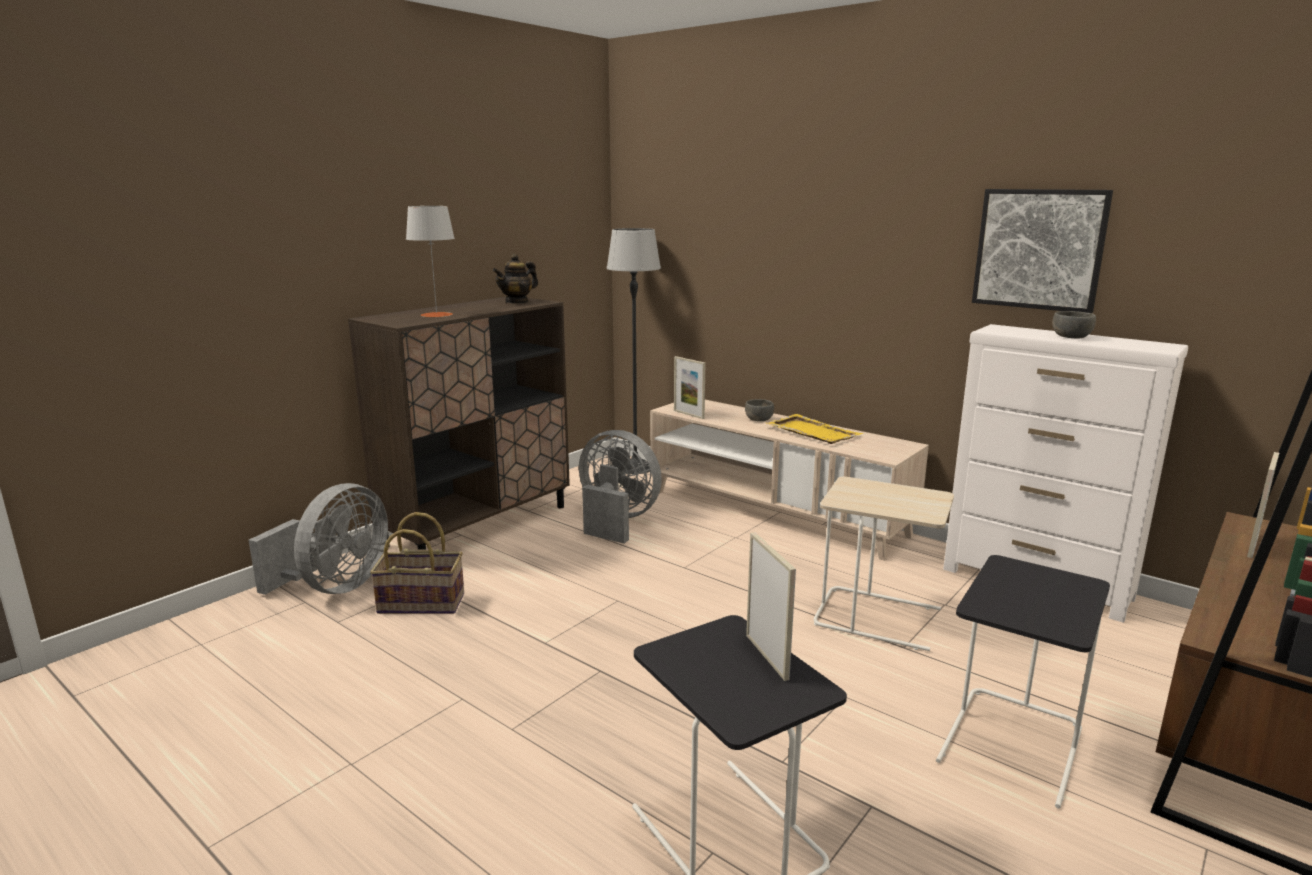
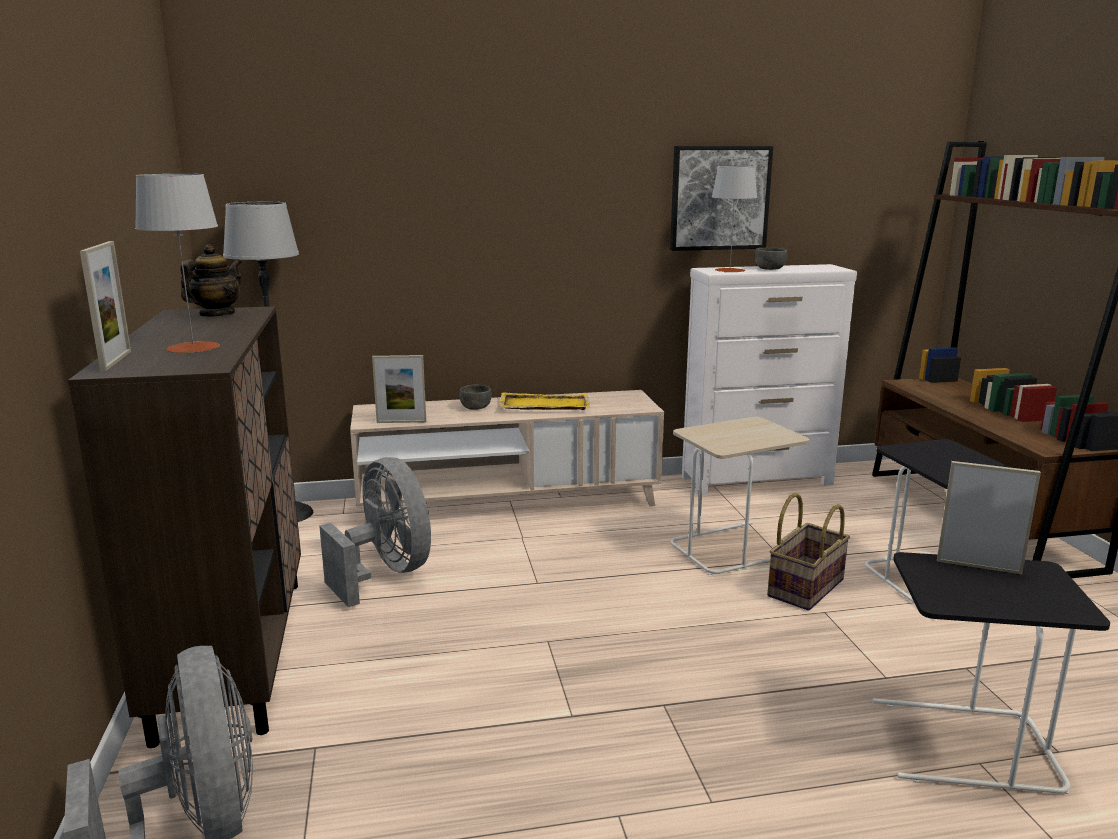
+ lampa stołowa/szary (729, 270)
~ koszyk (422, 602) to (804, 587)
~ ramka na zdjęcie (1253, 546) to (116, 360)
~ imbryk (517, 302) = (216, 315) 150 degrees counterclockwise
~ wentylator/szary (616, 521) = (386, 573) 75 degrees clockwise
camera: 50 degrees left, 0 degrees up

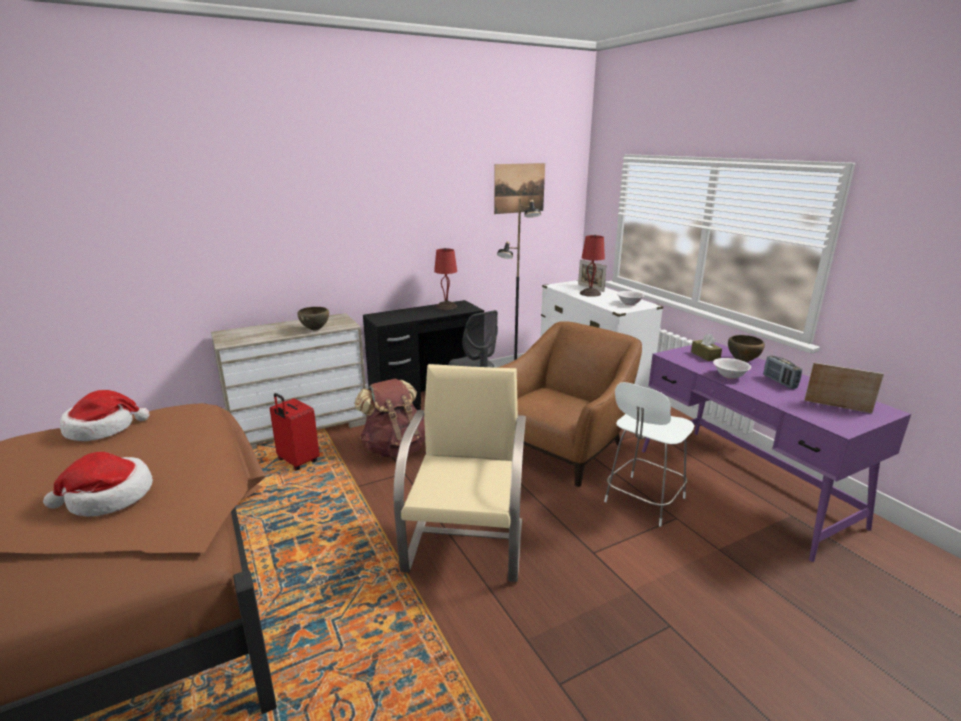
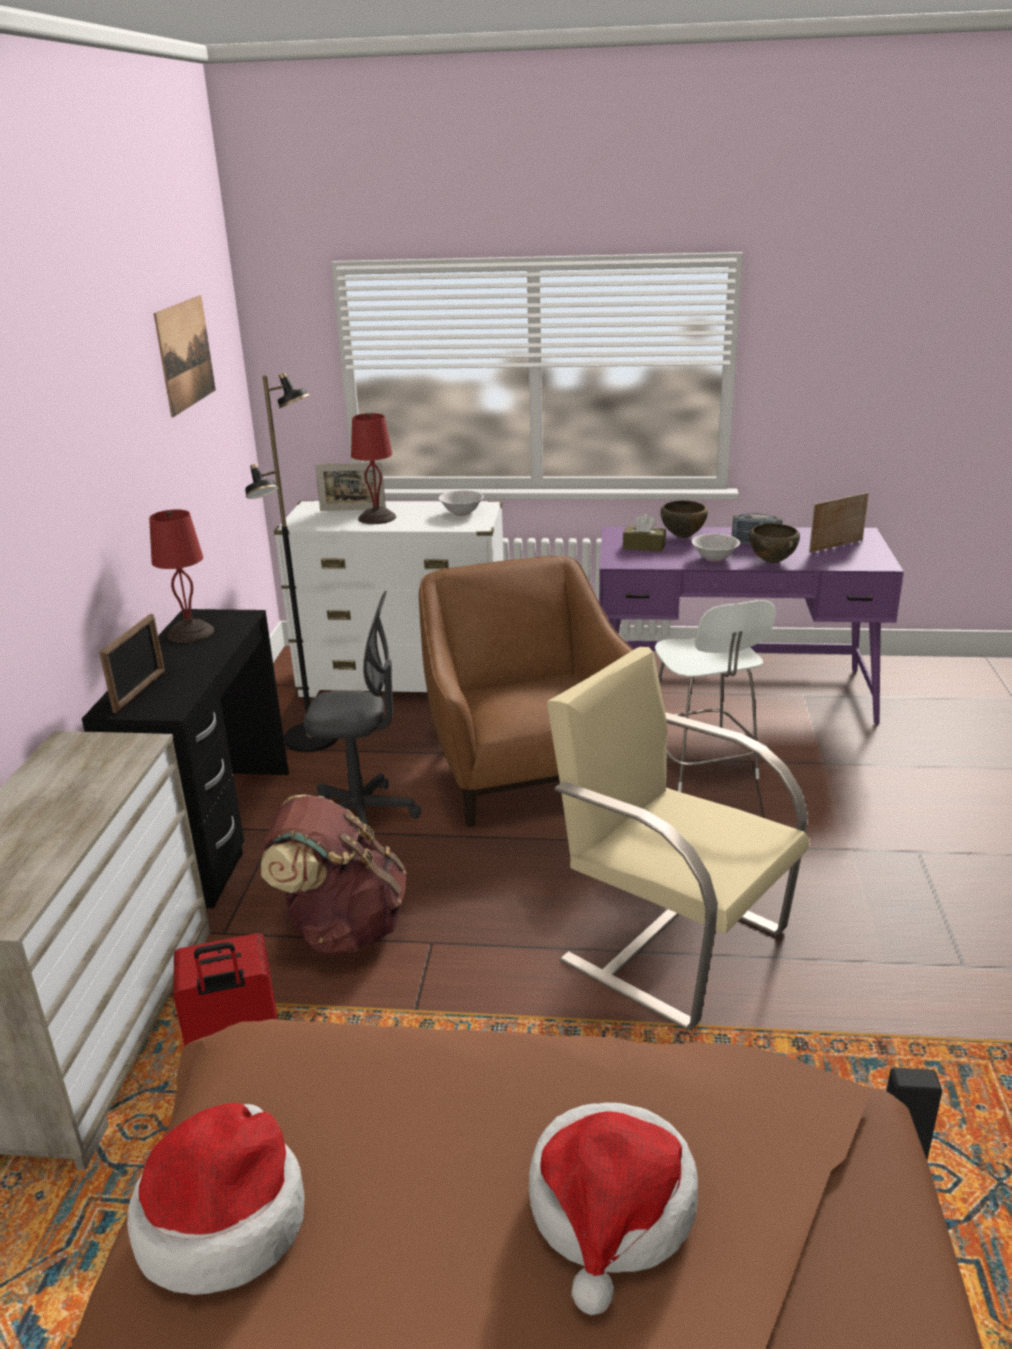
+ ramka na zdjęcie (140, 691)
~ miska/brązowy (315, 329) to (771, 562)
camera: 55 degrees left, 5 degrees up

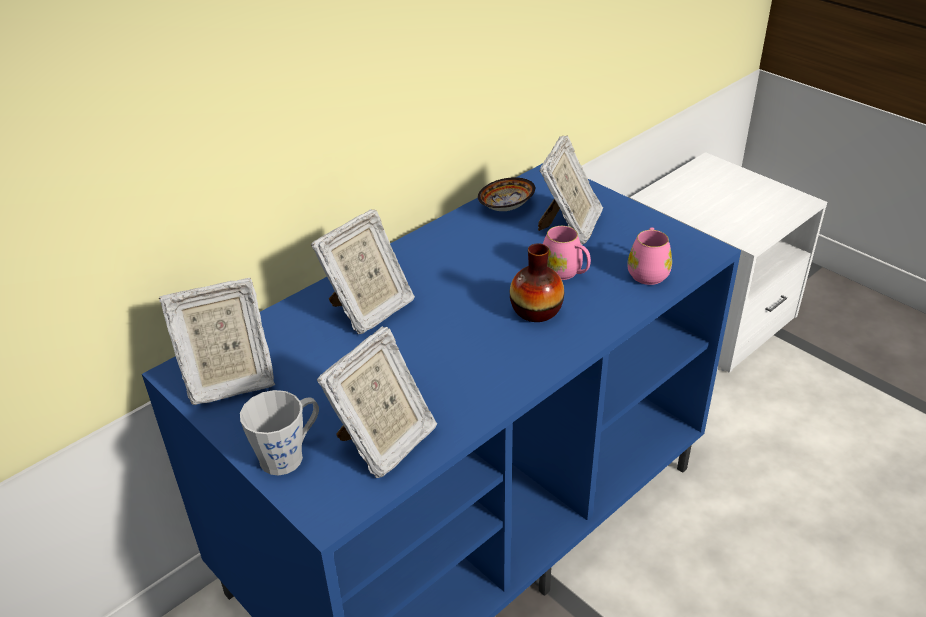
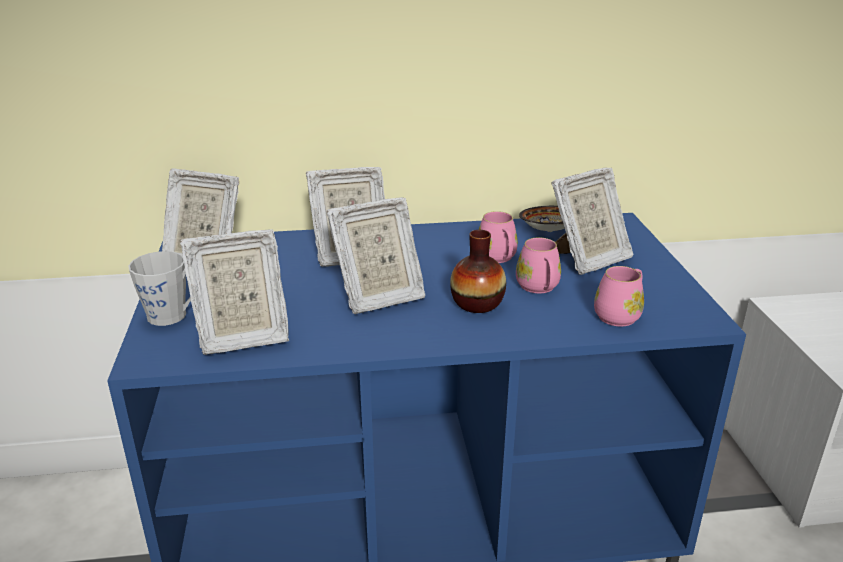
+ ramka na zdjęcie (378, 297)
+ kubek/różowy (498, 258)
camera: 35 degrees right, 10 degrees down

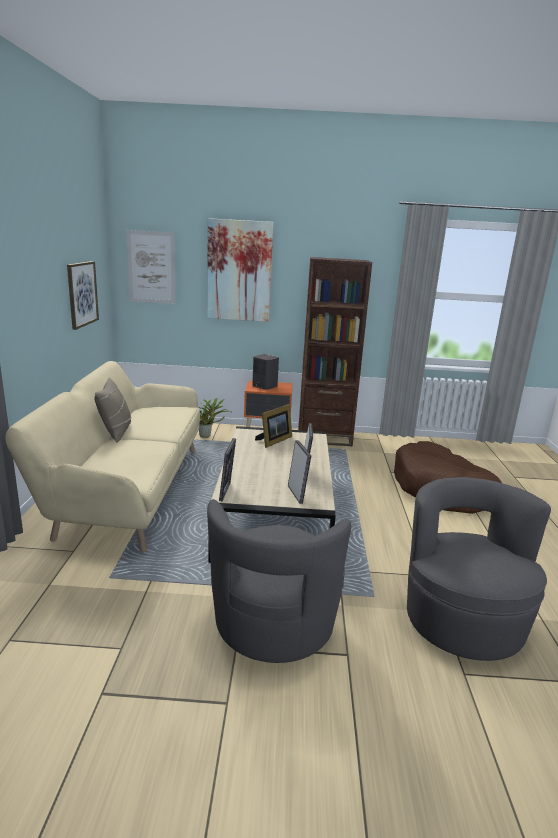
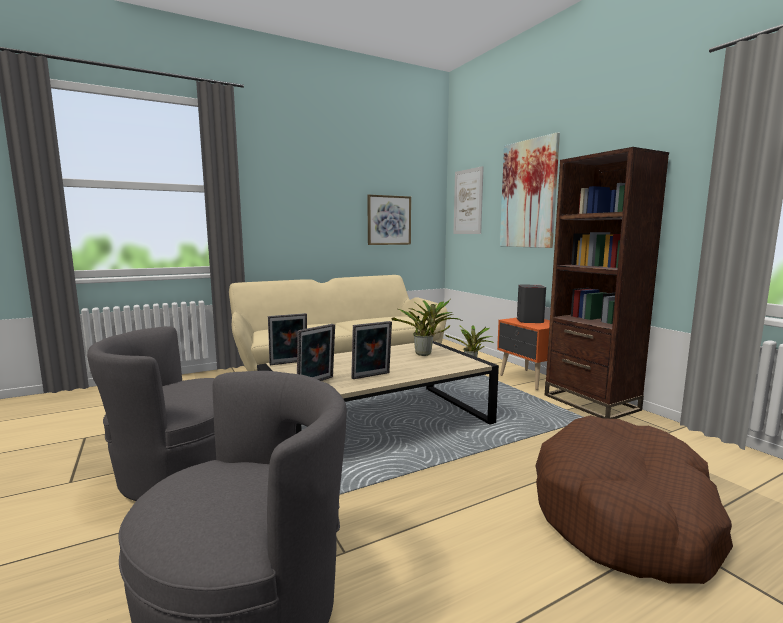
- poduszka/beżowy (116, 432)
~ ramka na zdjęcie (274, 441) to roślina doniczkowa (425, 354)
camera: 60 degrees right, 10 degrees down

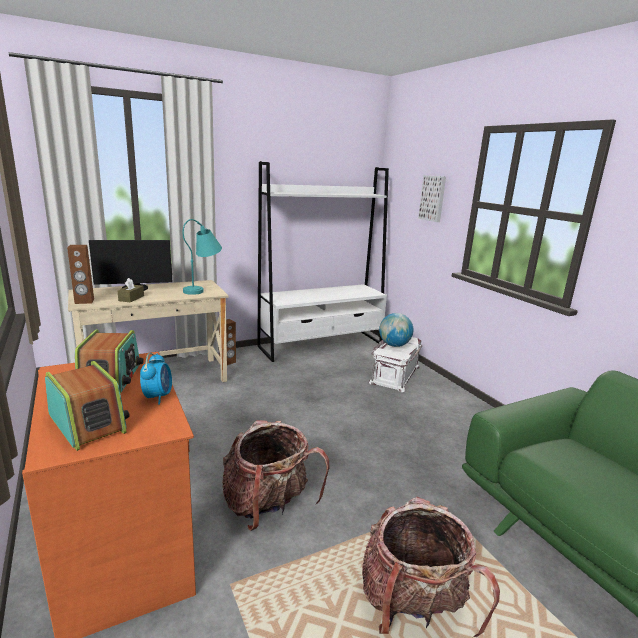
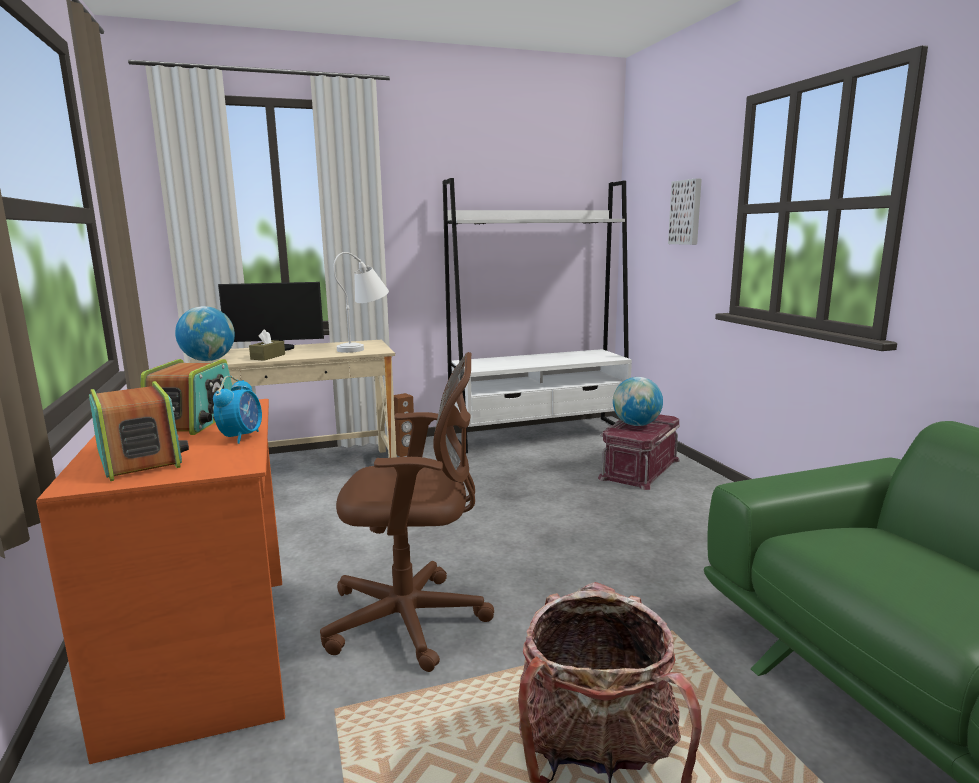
~ głośnik/brązowy (84, 301) to globus (208, 360)
~ plecak (268, 506) to krzesło biurowe/brązowy (413, 620)
~ lampa stołowa/turkusowy (203, 289) to lampa stołowa/biały (365, 347)
~ pojemnik do przechowywania/biały (394, 374) to pojemnik do przechowywania/czerwony (638, 469)
camera: 10 degrees right, 5 degrees down

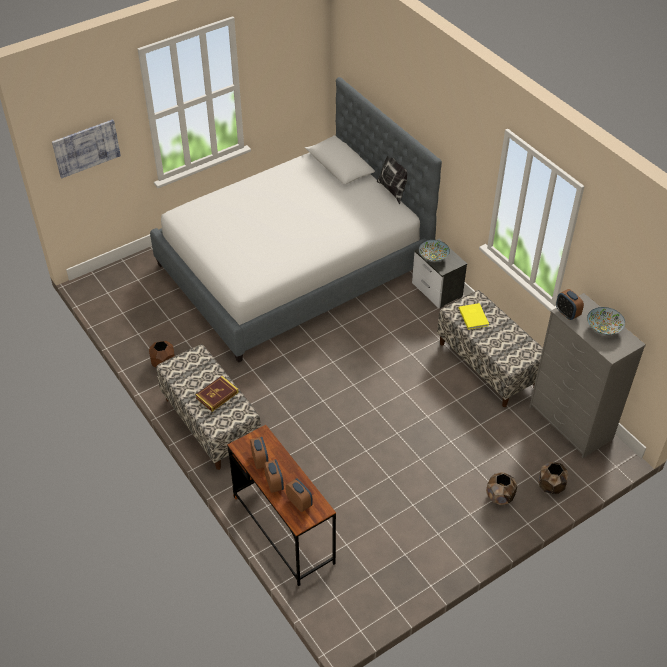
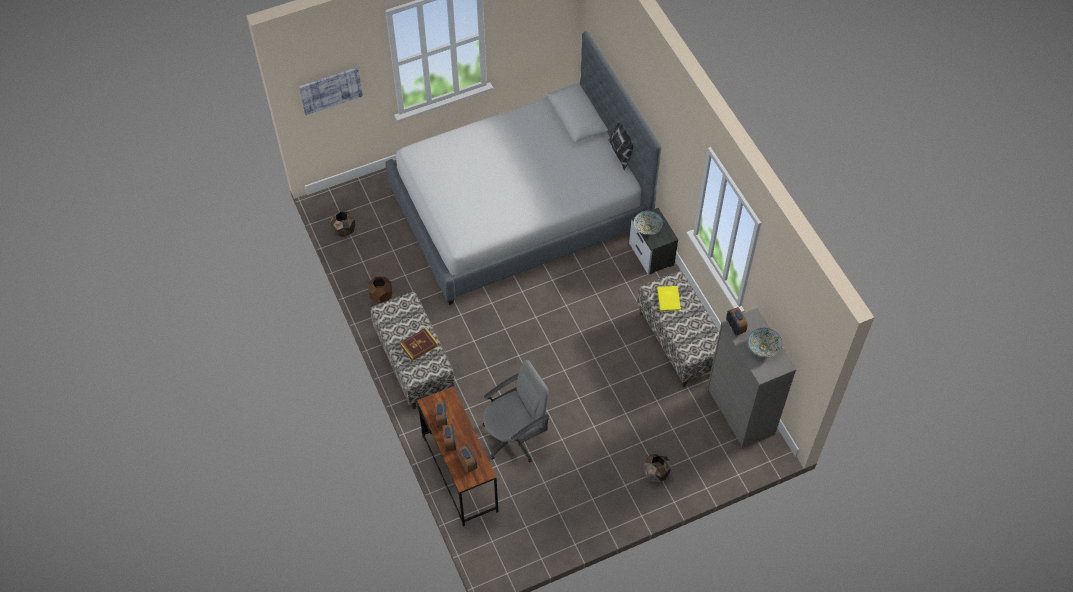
+ krzesło biurowe/szary (515, 436)
~ donica/brązowy (550, 486) to (344, 230)
camera: 10 degrees right, 10 degrees up

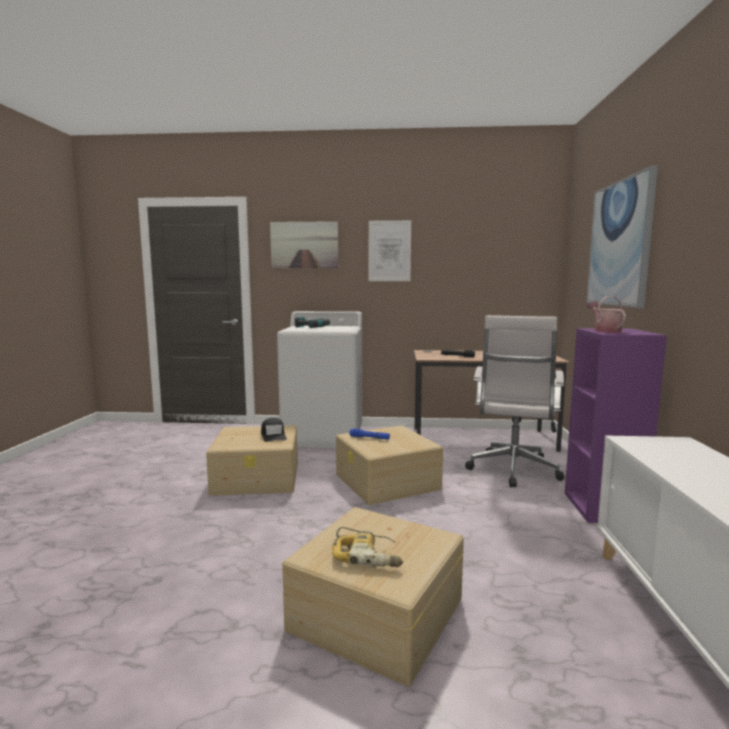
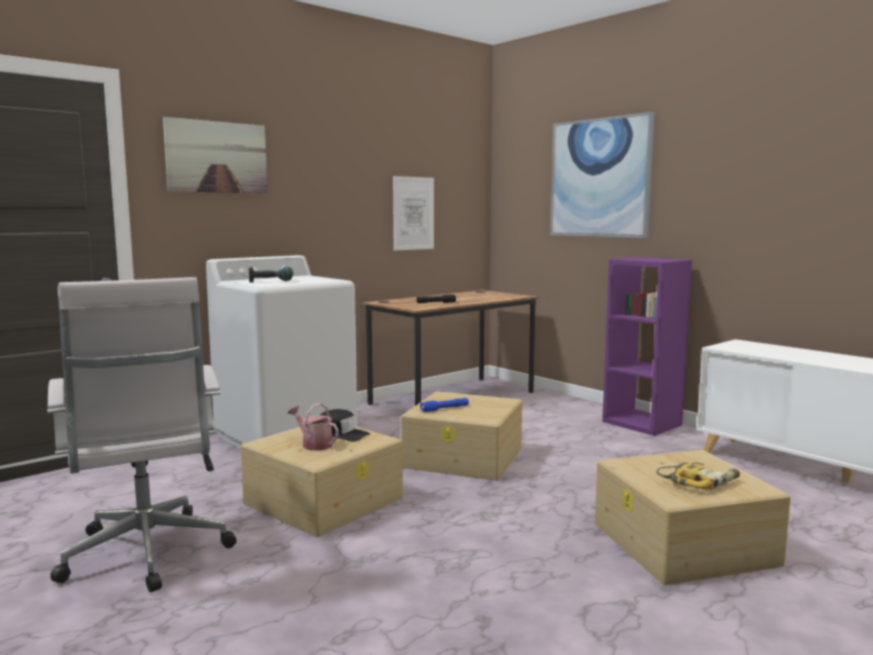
~ obraz (389, 251) to (413, 213)
~ krzesło biurowe/biały (513, 471) to (147, 556)
~ konewka (605, 331) to (314, 444)
camera: 45 degrees left, 0 degrees up

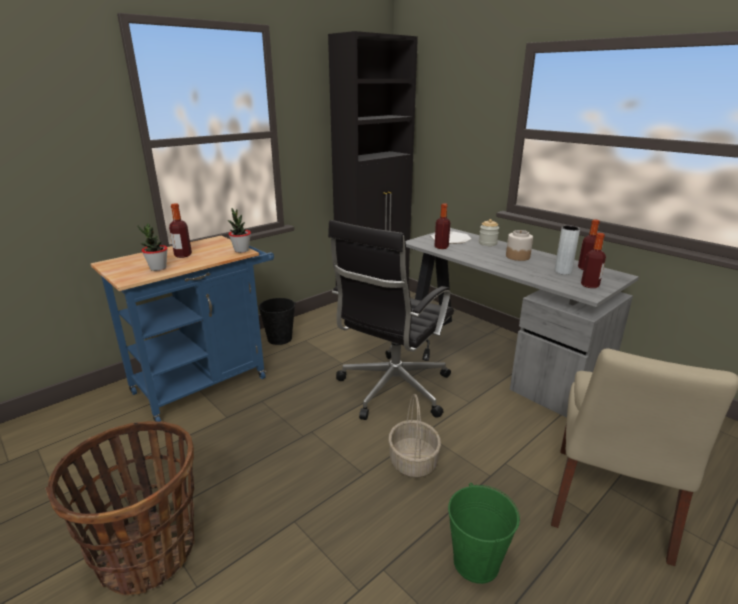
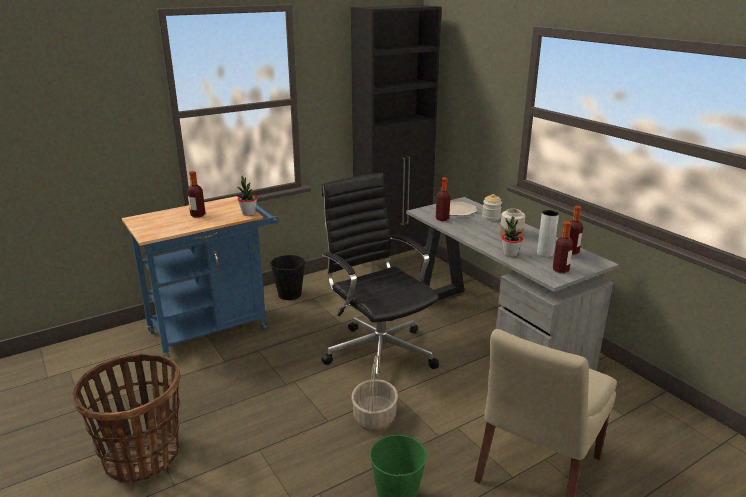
~ roślina doniczkowa (158, 268) to (510, 254)
~ krzesło biurowe/czarny (392, 390) = (378, 352) 105 degrees clockwise
camera: 10 degrees right, 0 degrees up

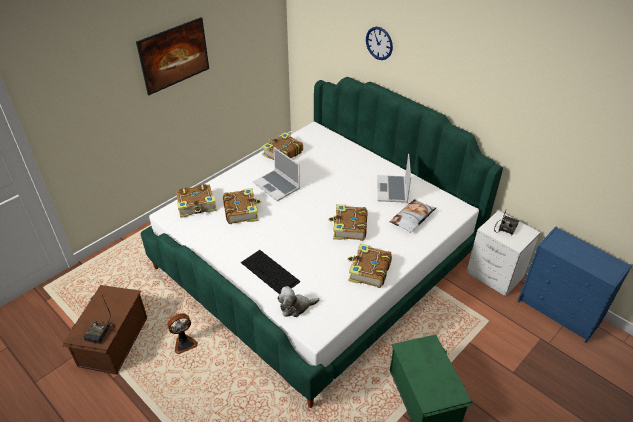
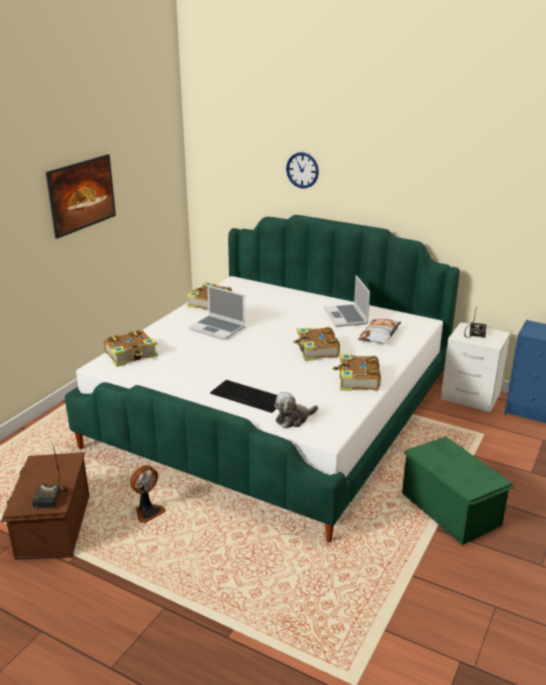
- książka (241, 211)
camera: 15 degrees left, 15 degrees down

